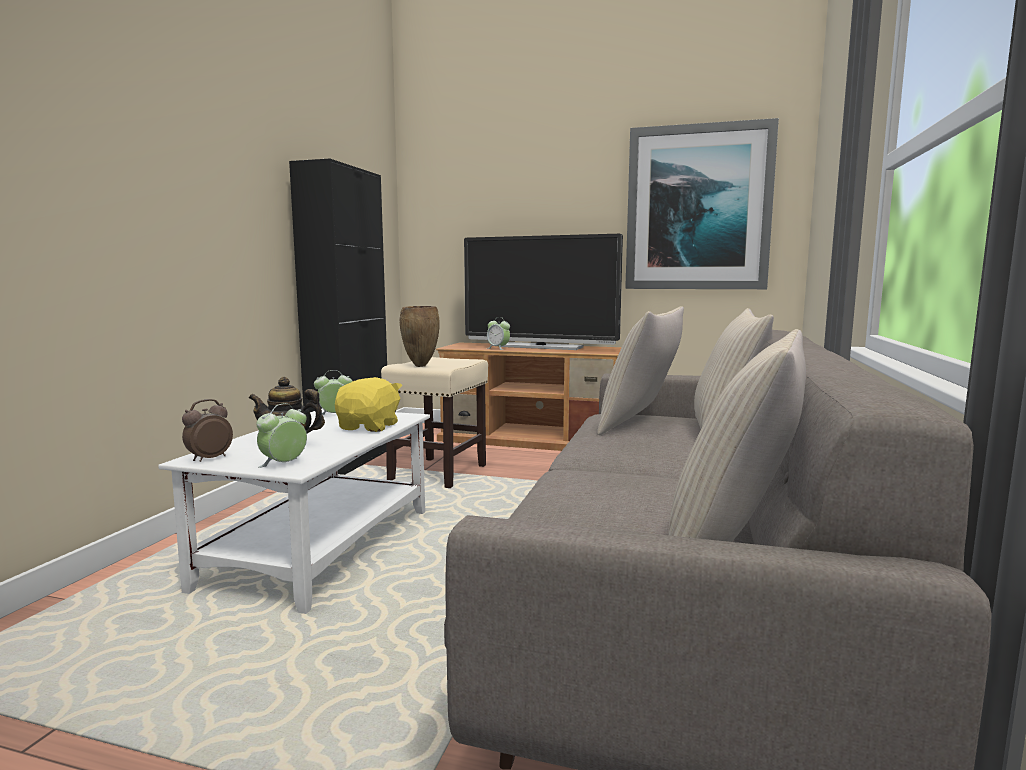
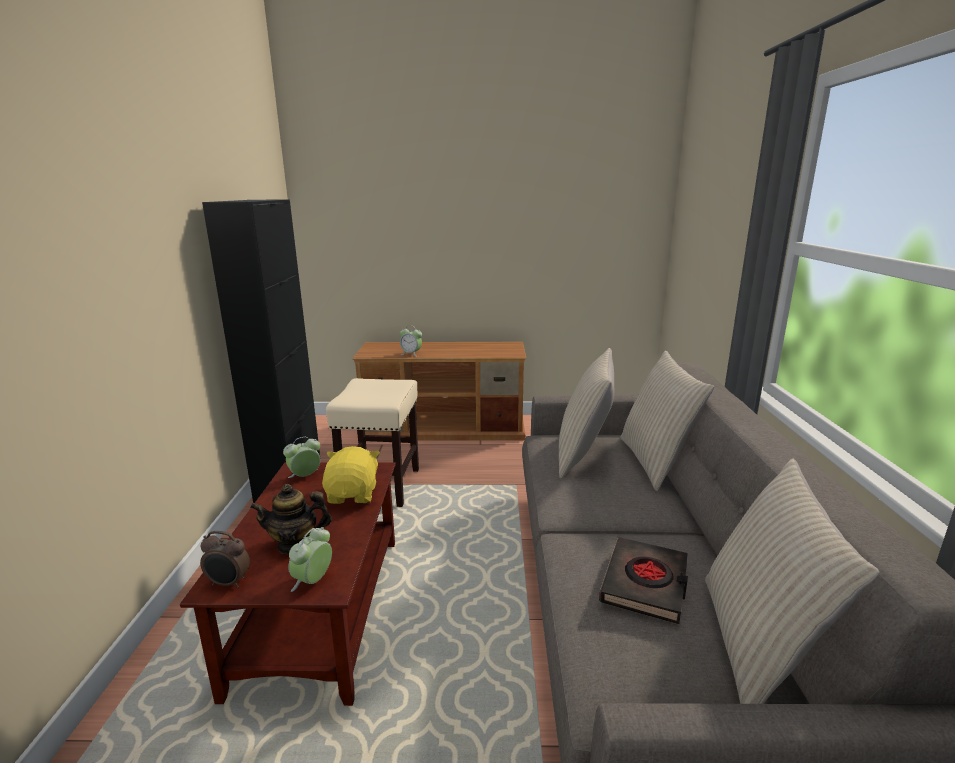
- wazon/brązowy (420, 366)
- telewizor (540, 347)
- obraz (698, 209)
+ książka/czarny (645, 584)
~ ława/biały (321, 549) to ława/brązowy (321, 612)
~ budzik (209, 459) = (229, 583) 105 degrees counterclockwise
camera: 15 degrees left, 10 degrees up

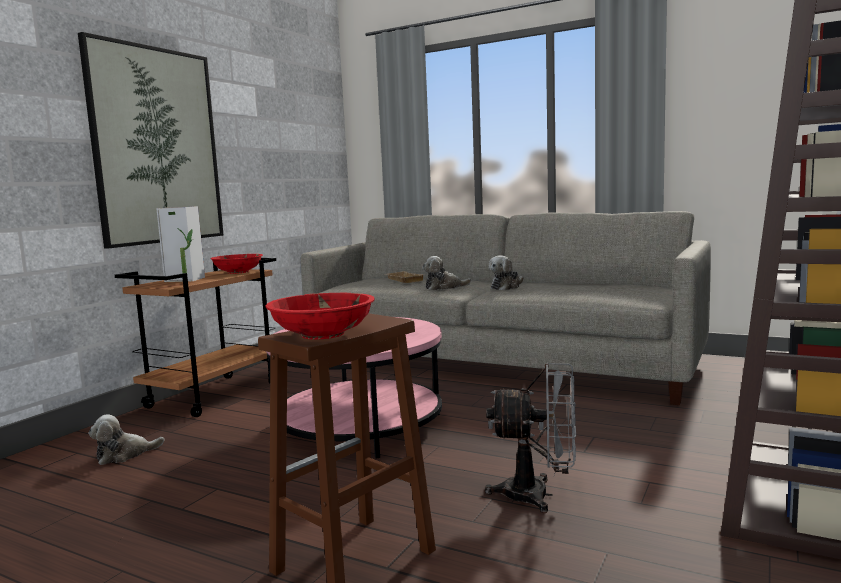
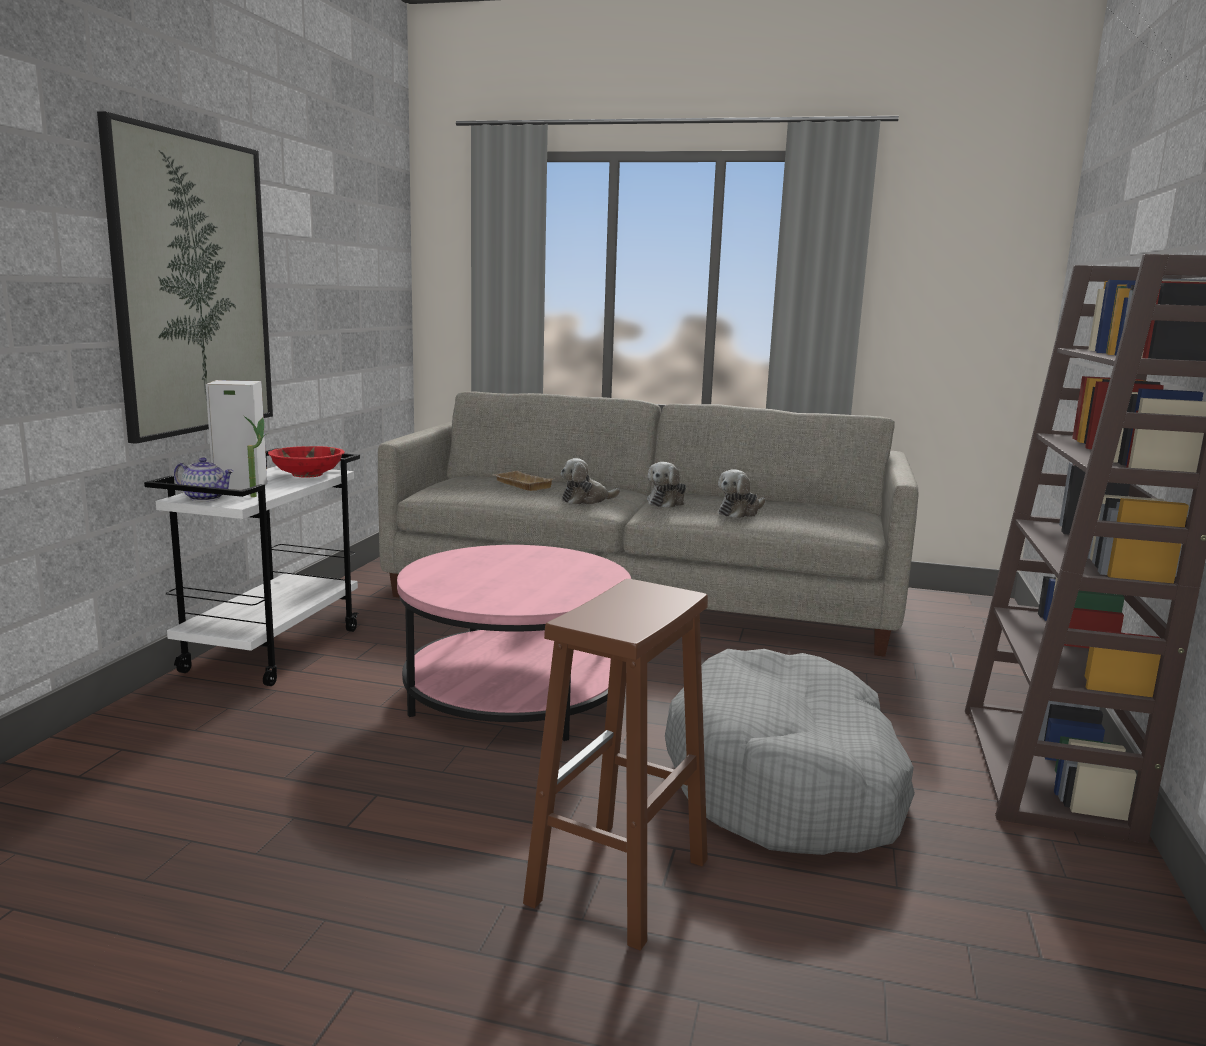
- miska/czerwony (323, 334)
+ imbryk (206, 498)
~ pluszak (124, 455) to (740, 512)
~ wentylator/szary (538, 495) to legowisko/szary (786, 782)
~ wózek/brązowy (214, 395) to wózek/biały (273, 649)
camera: 15 degrees left, 5 degrees up

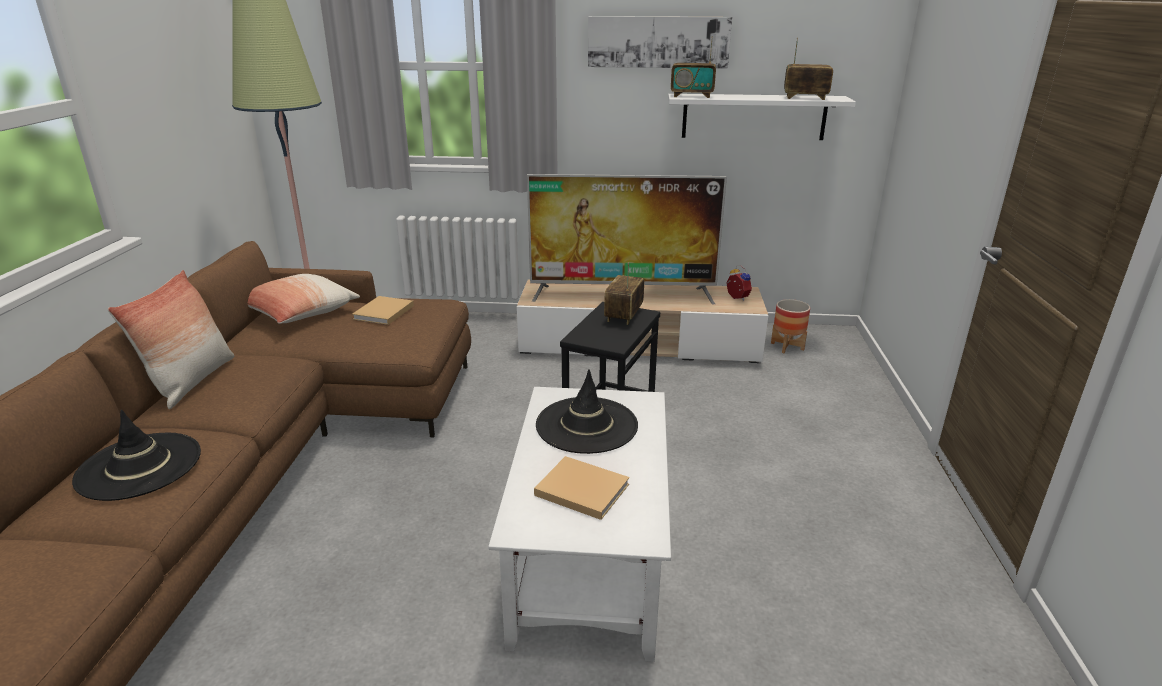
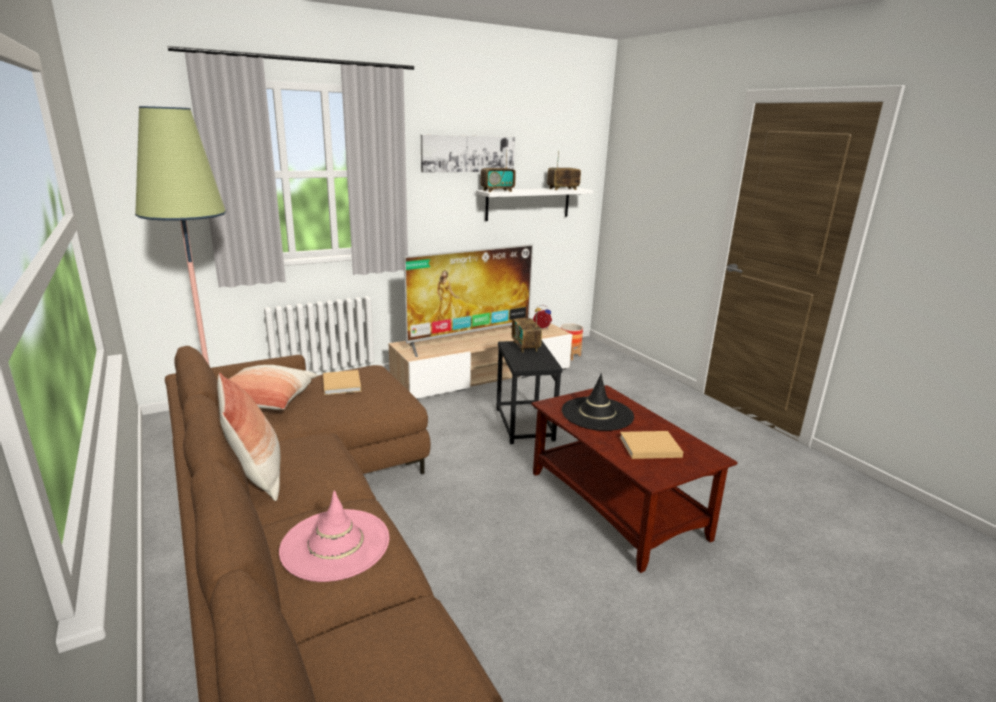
~ kapelusz/czarny (139, 466) to kapelusz/różowy (335, 544)
~ ława/biały (588, 555) to ława/brązowy (614, 504)
camera: 35 degrees left, 5 degrees down

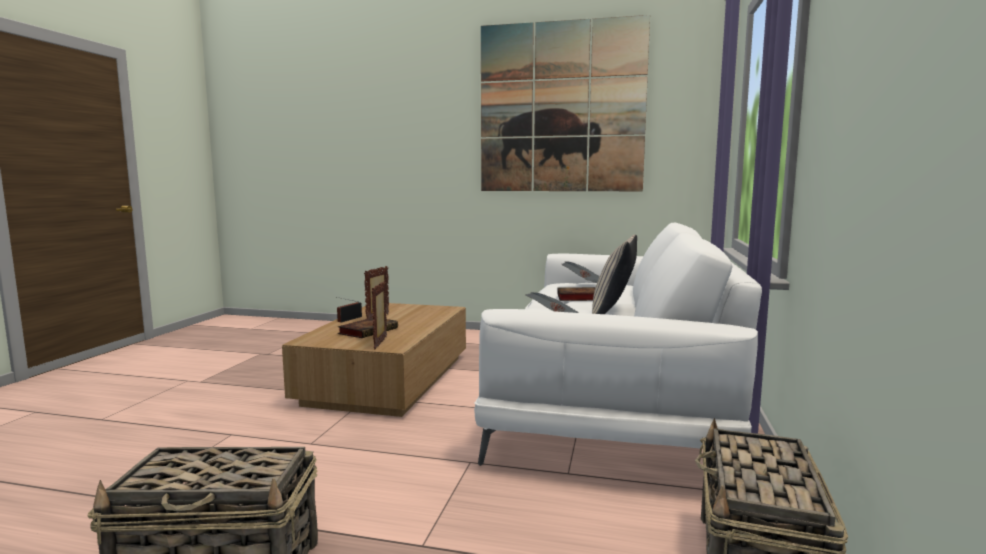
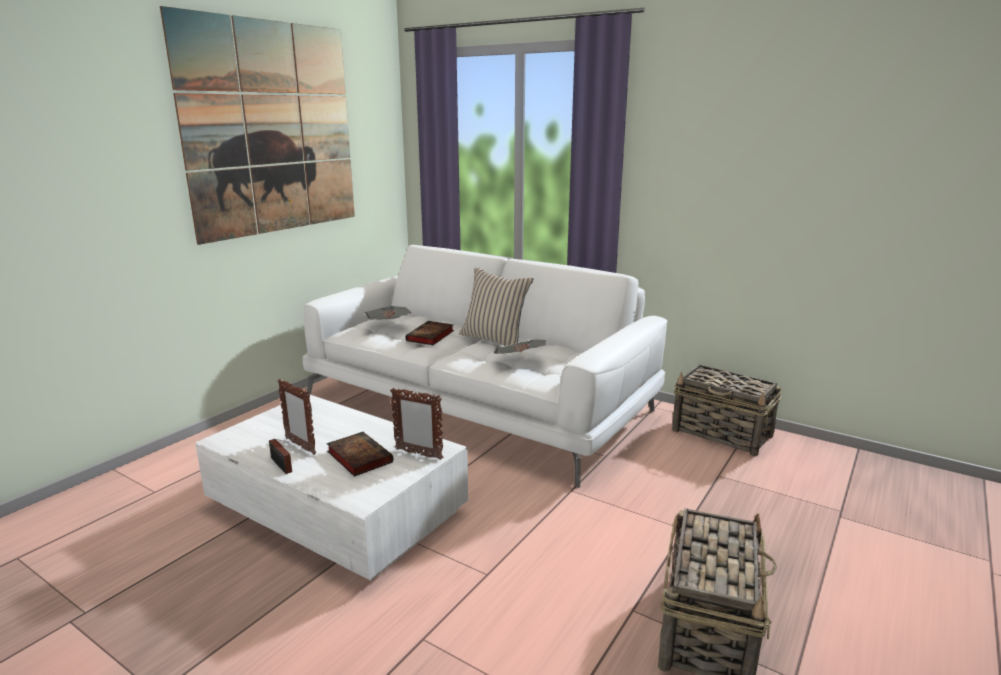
~ ława/brązowy (387, 379) to ława/biały (337, 508)
camera: 70 degrees left, 10 degrees up

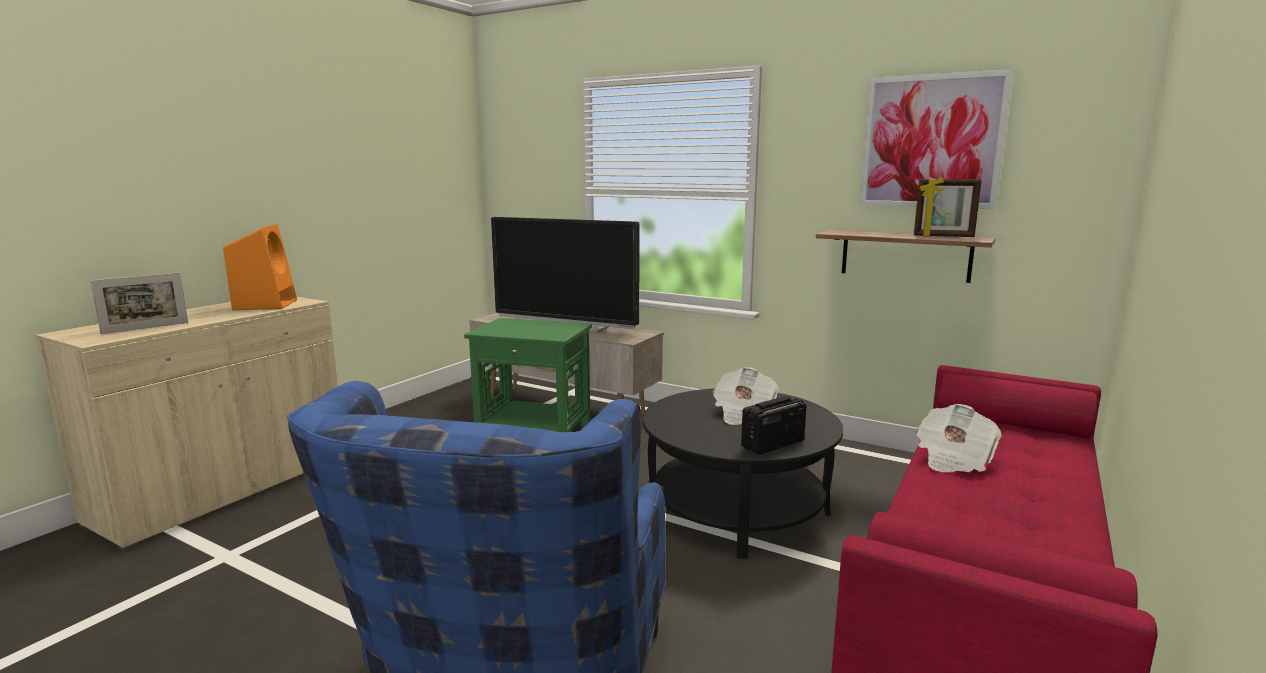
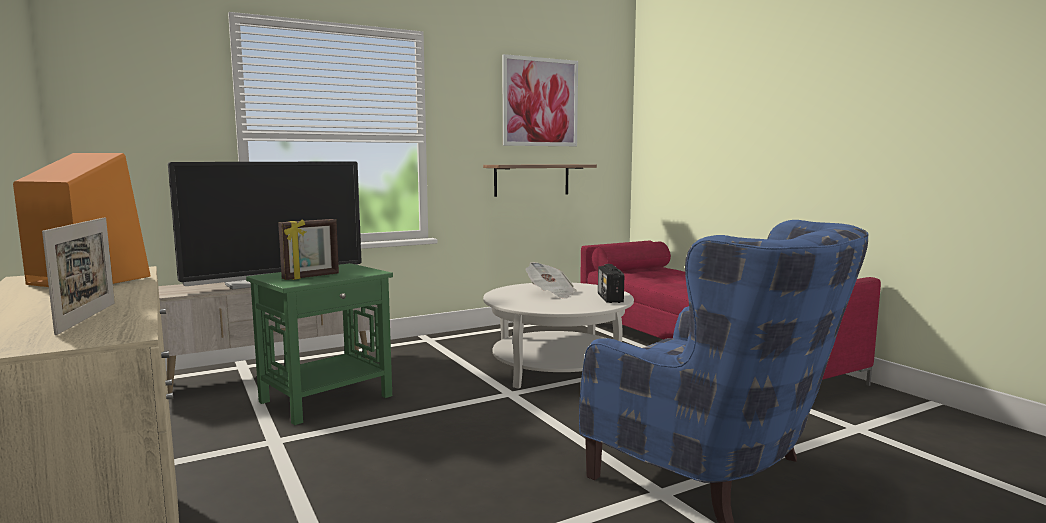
- gazeta (953, 459)
~ ramka na zdjęcie (943, 236) to (311, 277)
~ ława/czarny (737, 508) to ława/biały (557, 368)
camera: 60 degrees left, 5 degrees down

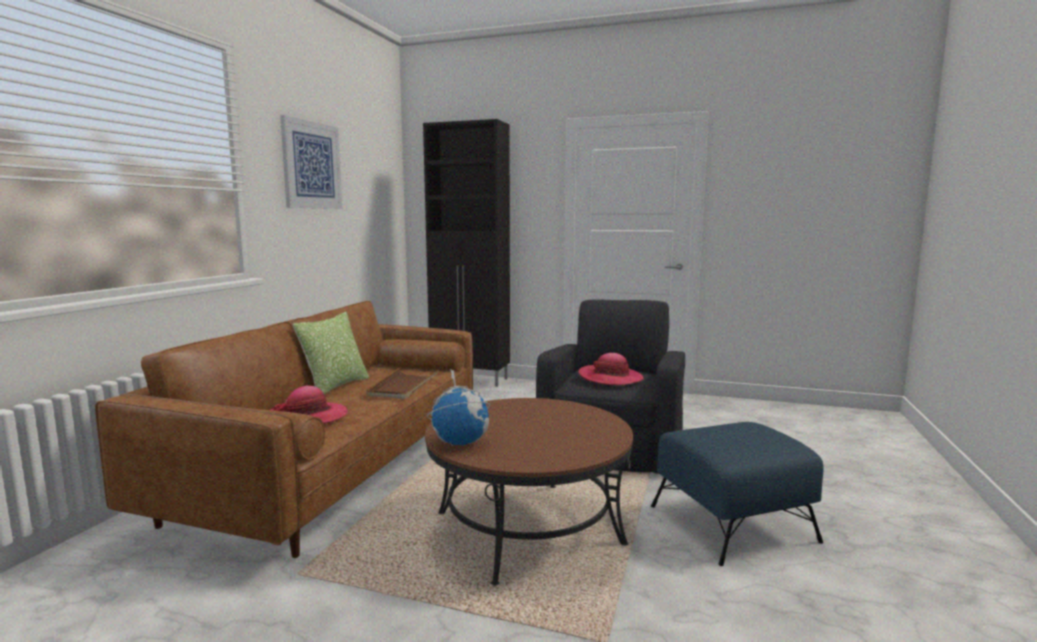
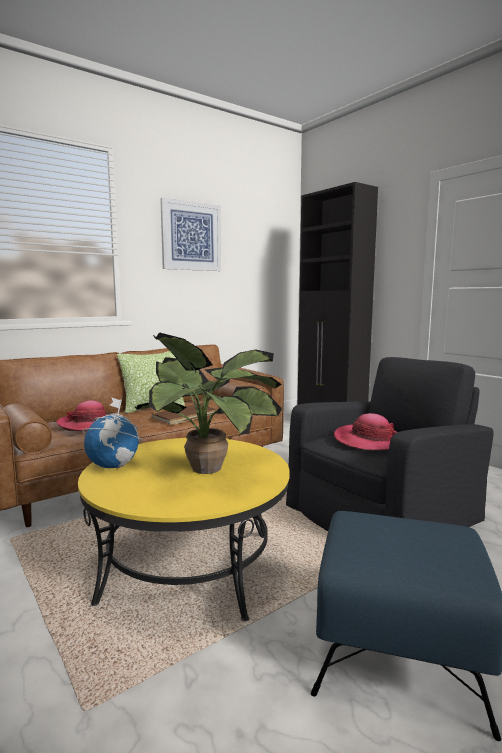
+ roślina doniczkowa (213, 469)
~ ława/brązowy (528, 528) to ława/żółty (189, 567)
camera: 35 degrees right, 0 degrees up

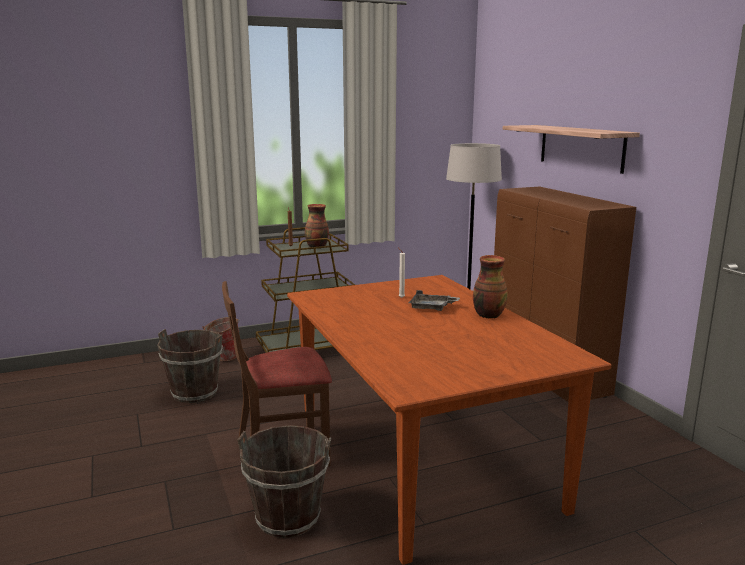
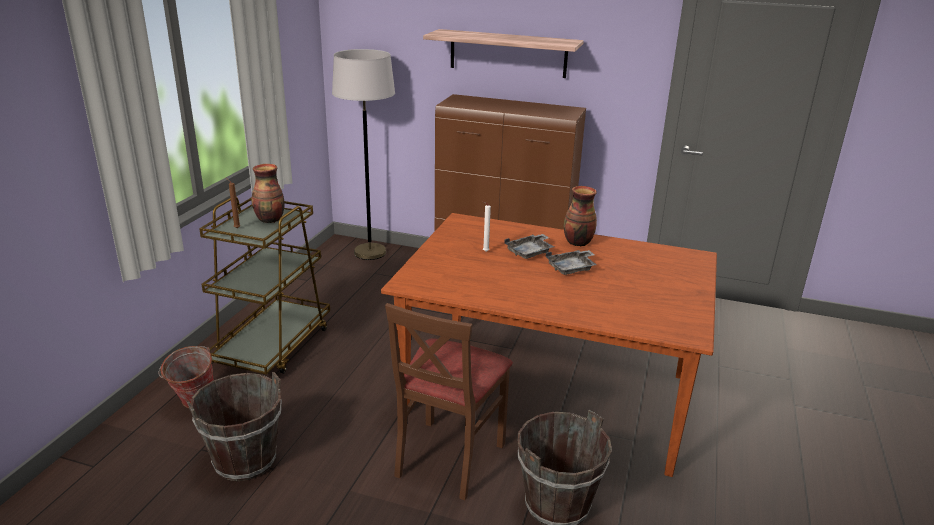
+ taca/szary (572, 268)
camera: 50 degrees left, 10 degrees up

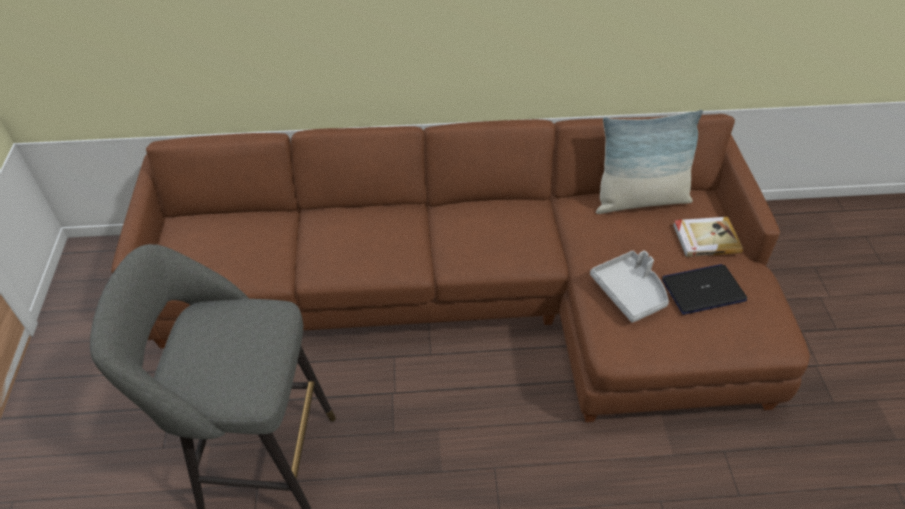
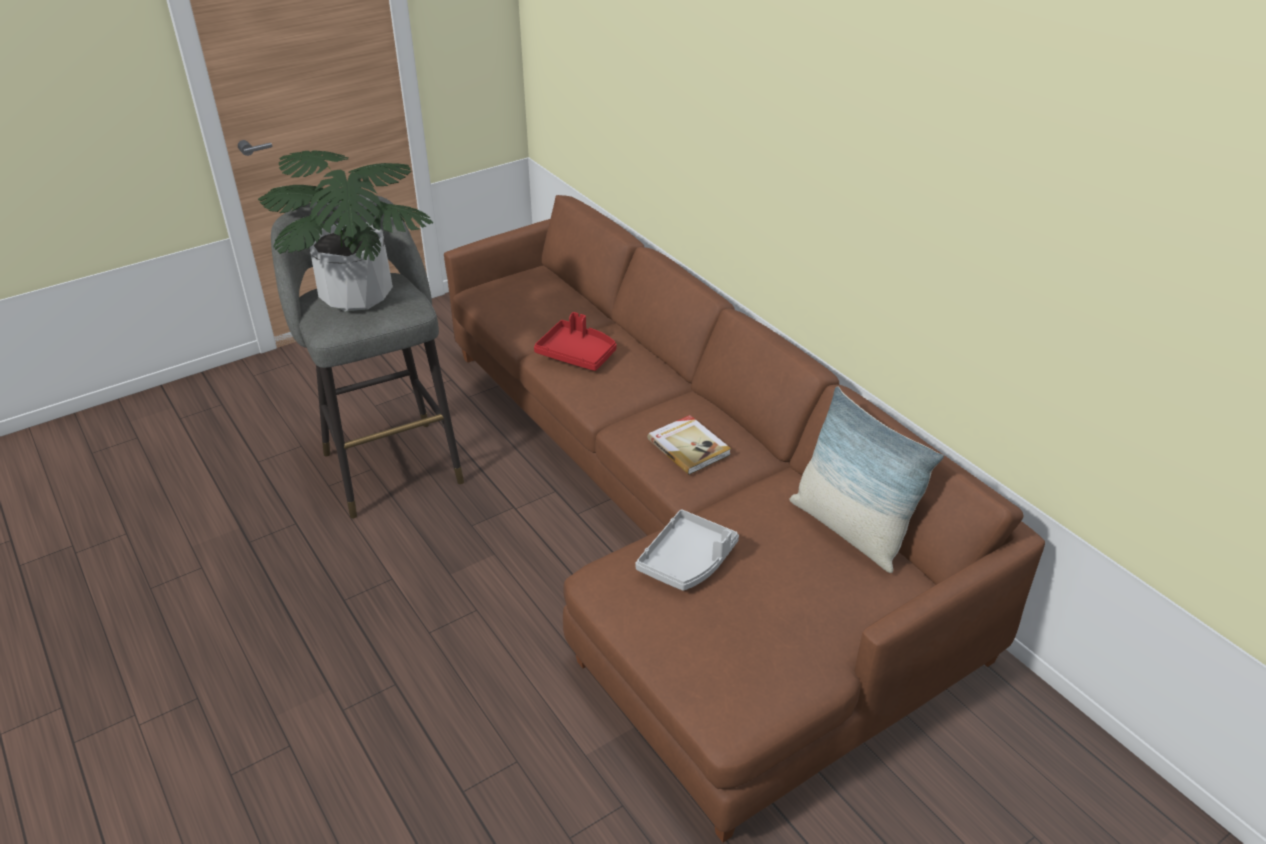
- laptop (703, 290)
+ roślina doniczkowa (357, 297)
+ taca/czerwony (577, 354)
~ książka (705, 238) to (689, 446)
camera: 60 degrees right, 10 degrees down

